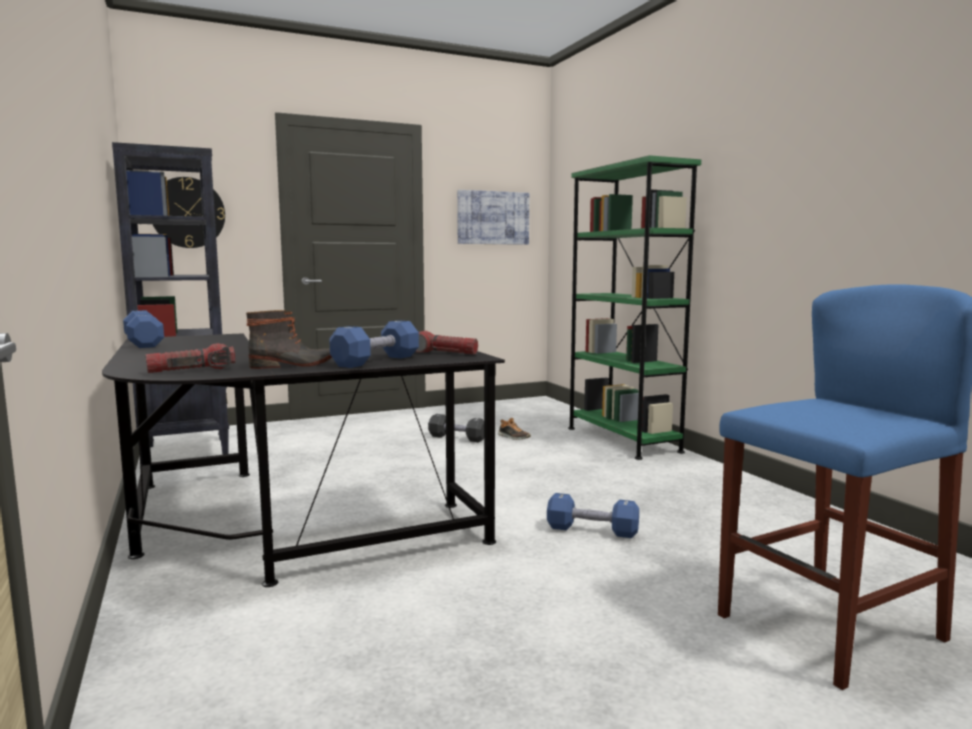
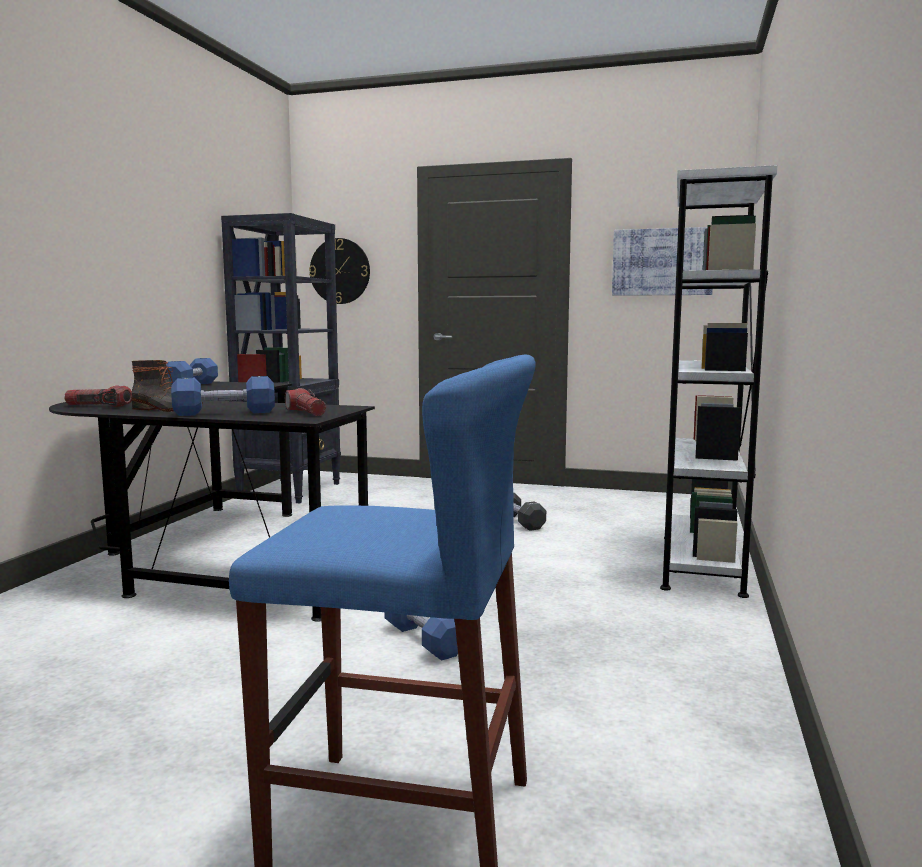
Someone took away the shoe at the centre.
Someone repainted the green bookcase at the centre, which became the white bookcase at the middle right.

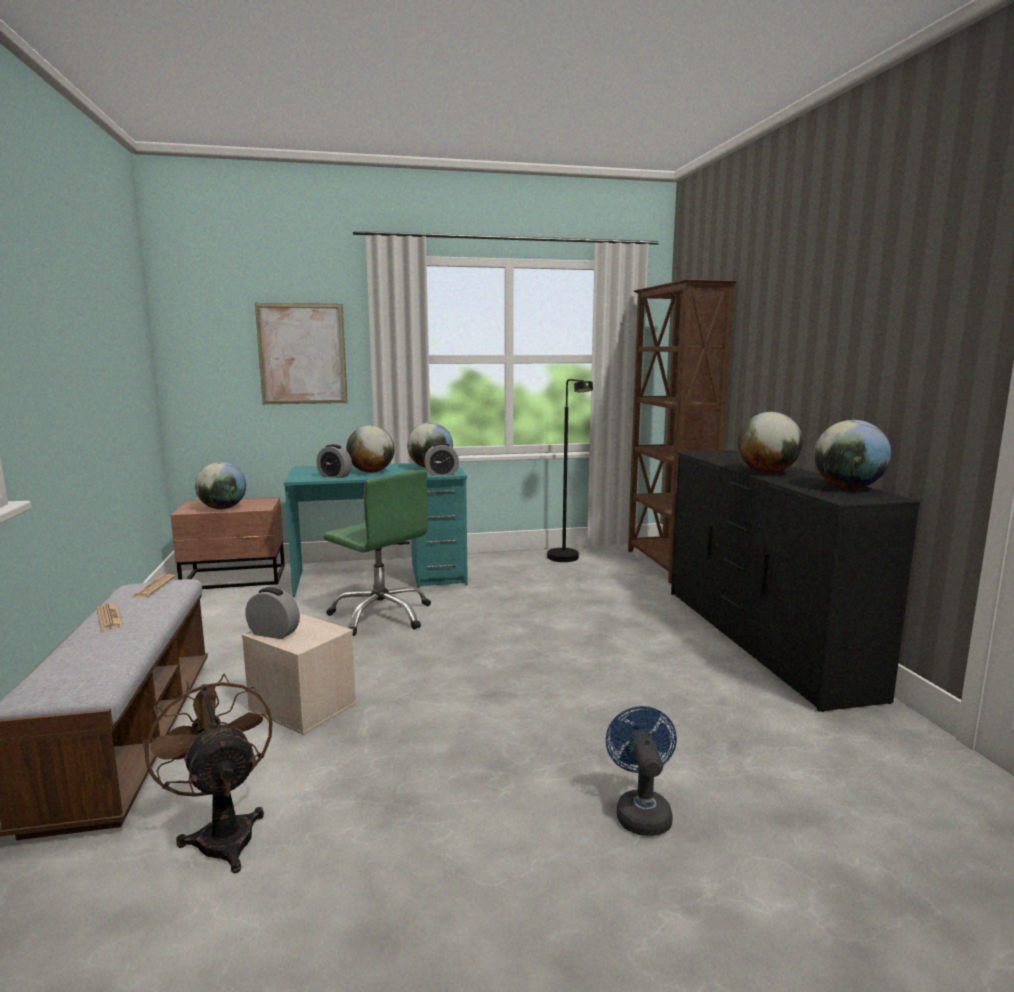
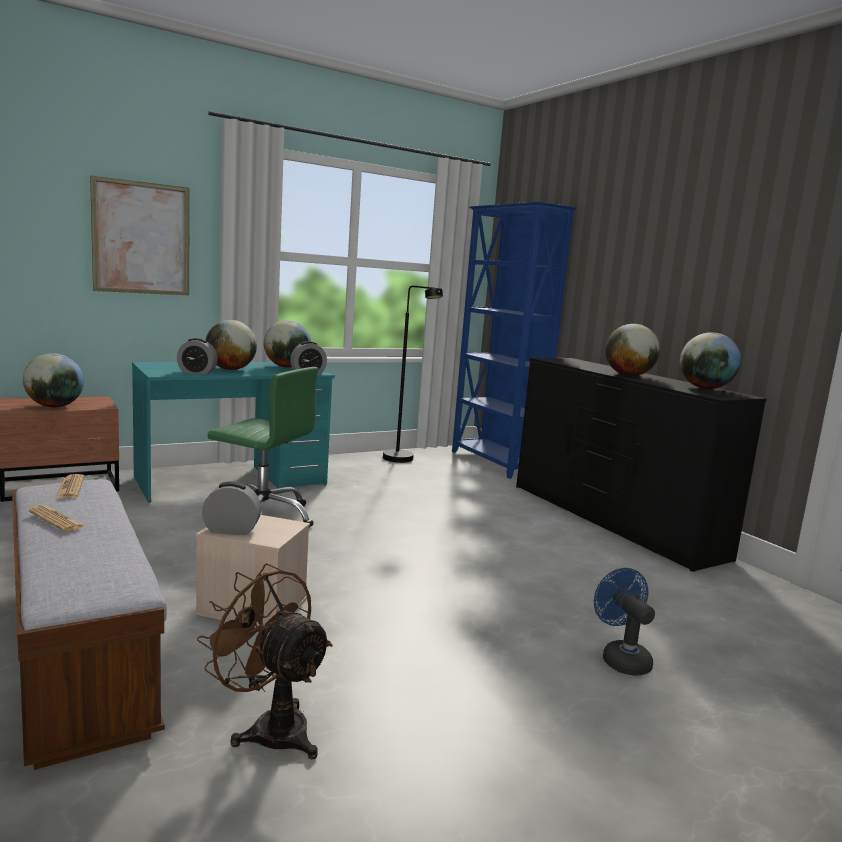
Someone repainted the brown bookcase at the middle right, which became the blue bookcase at the centre.

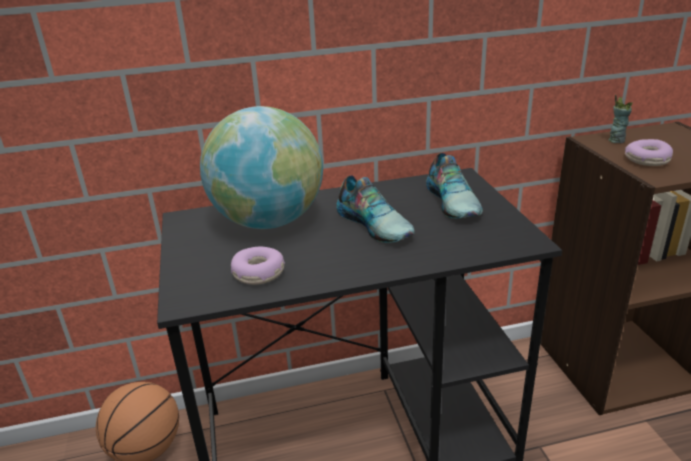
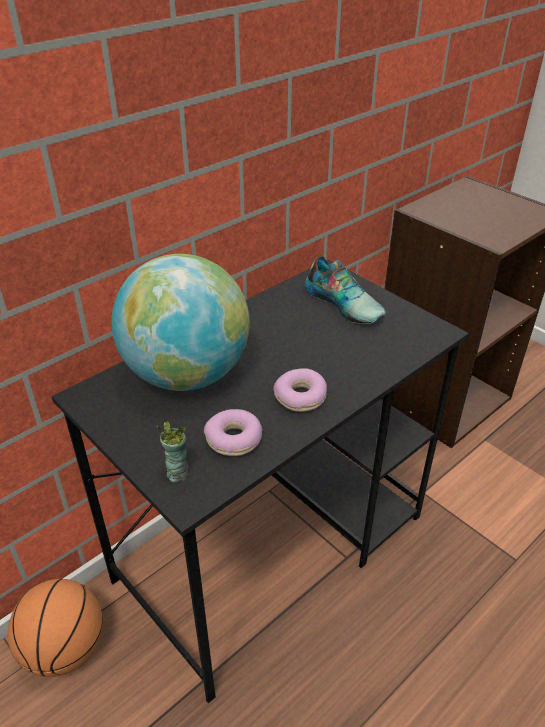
Someone took away the shoe (no. 1 from left) at the centre.
Someone carried the cup from the top right to the middle left.
Someone carried the donut (no. 2 from left) from the top right to the centre.

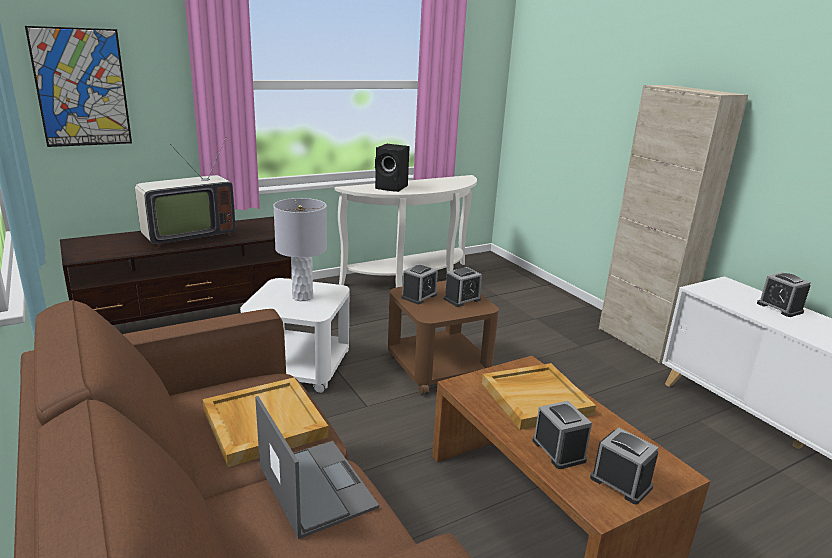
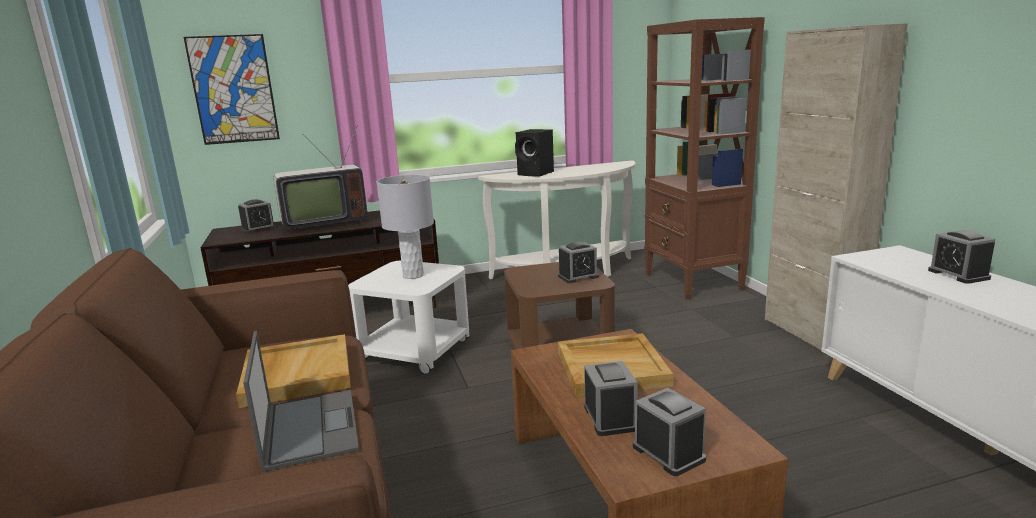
Someone put down the brown bookcase at the top right.
Someone carried the alarm clock (no. 1 from left) from the centre to the middle left.

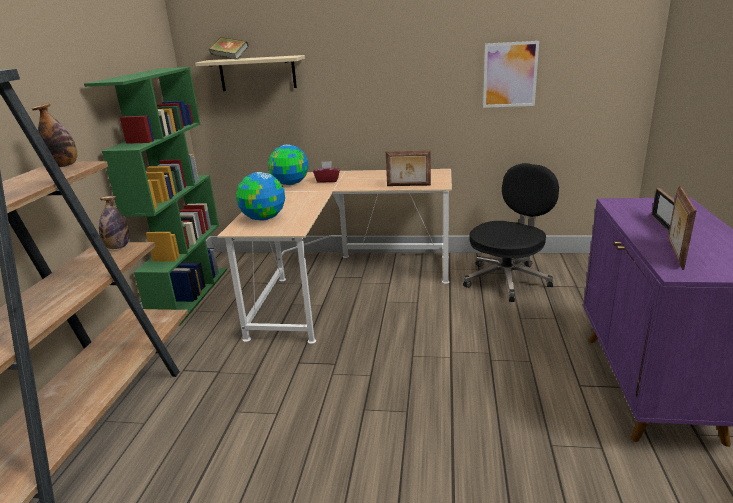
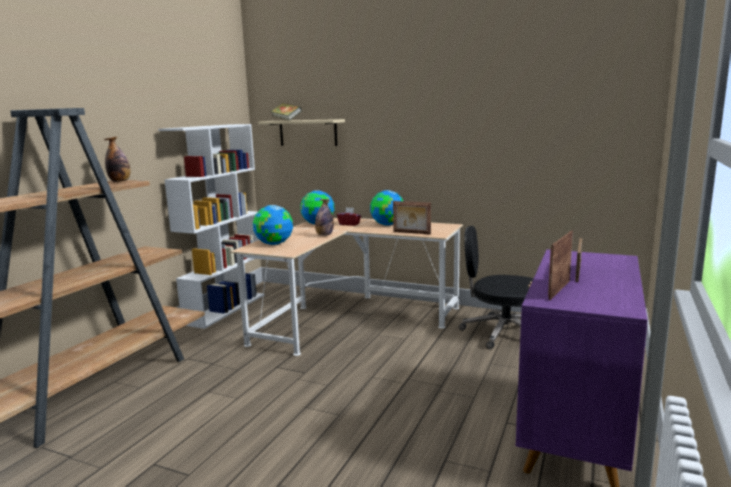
Someone took away the picture at the top right.
Someone put down the globe (no. 3 from left) at the centre.
Someone carried the bottle (no. 2 from left) from the middle left to the centre.
Someone repainted the green bookcase at the middle left, which became the white bookcase at the middle left.
Someone rotated the black office chair at the middle right by 135 degrees counterclockwise.

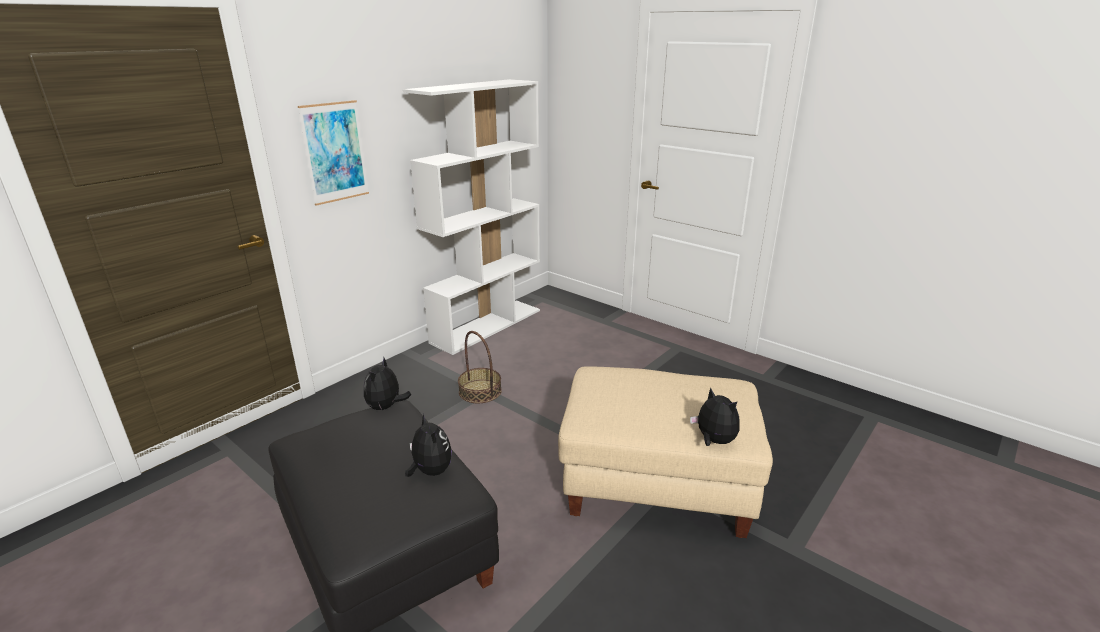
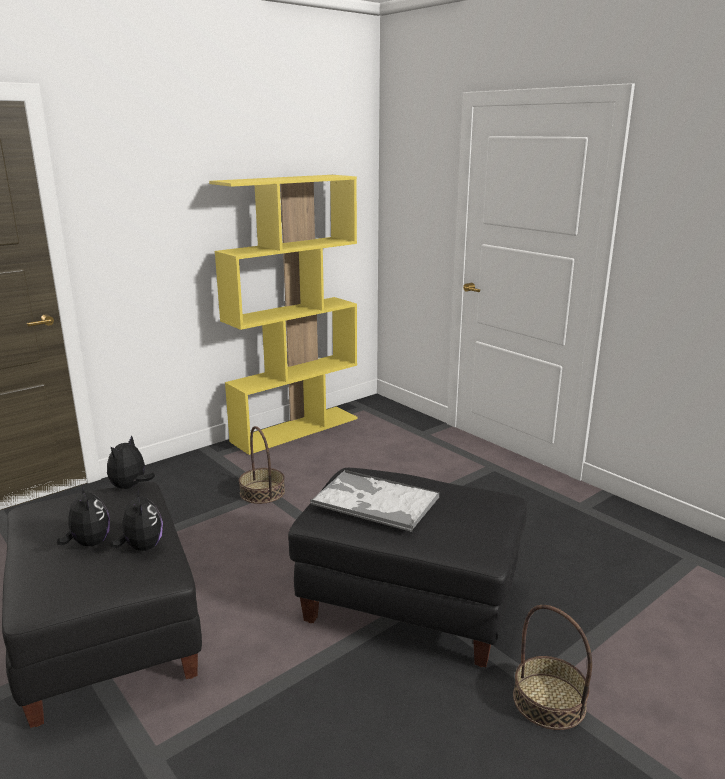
Someone took away the picture at the top left.
Someone put down the tray at the centre.
Someone put down the basket (no. 2 from left) at the bottom right.
Someone carried the plush toy (no. 3 from left in the first image) from the centre to the middle left.
Someone repainted the white bookcase at the centre, which became the yellow bookcase at the centre.
Someone repainted the beige ottoman at the bottom centre, which became the black ottoman (no. 2 from left) at the bottom centre.

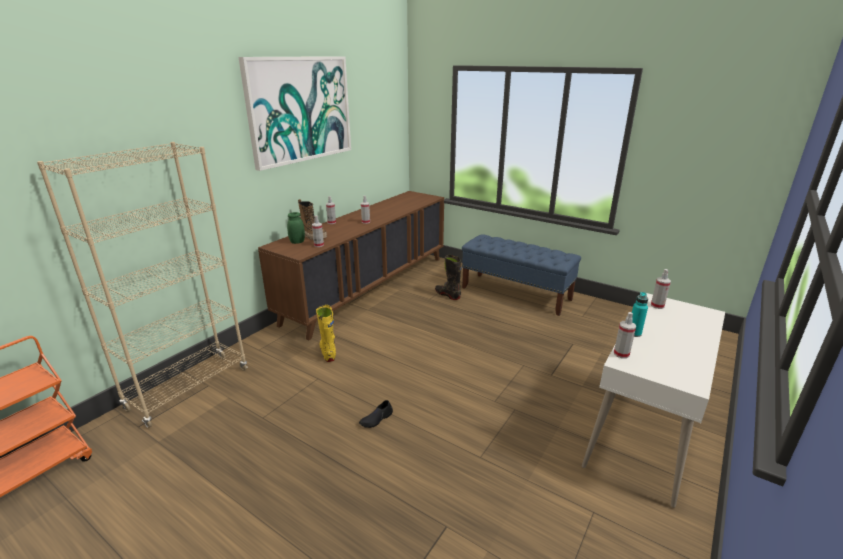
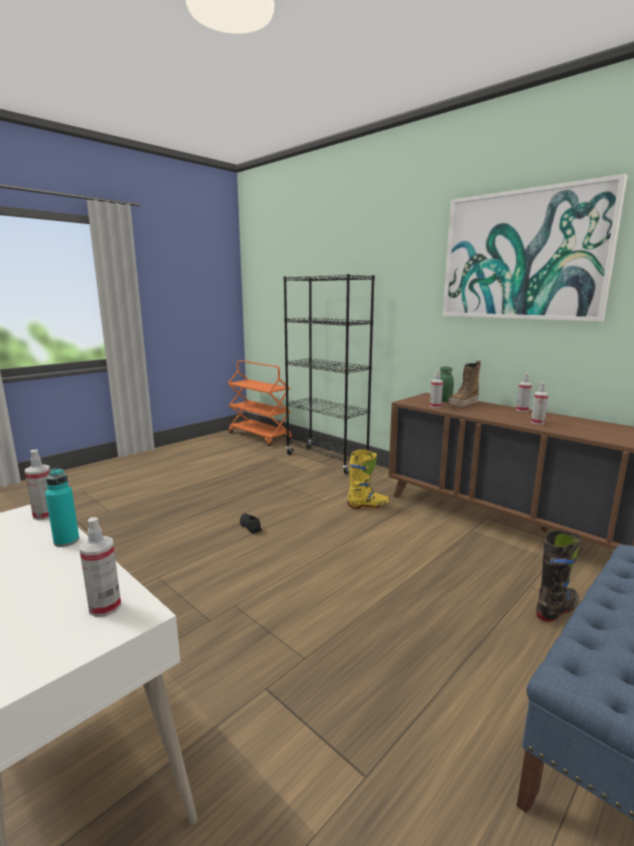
Someone repainted the beige bookcase at the middle left, which became the black bookcase at the centre.

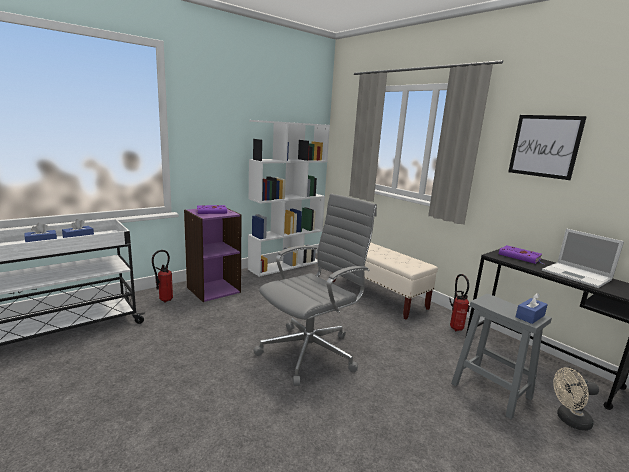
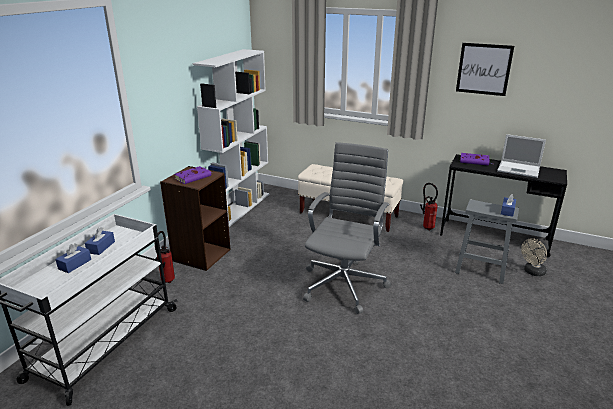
Someone repainted the purple bookcase at the centre, which became the brown bookcase at the middle left.

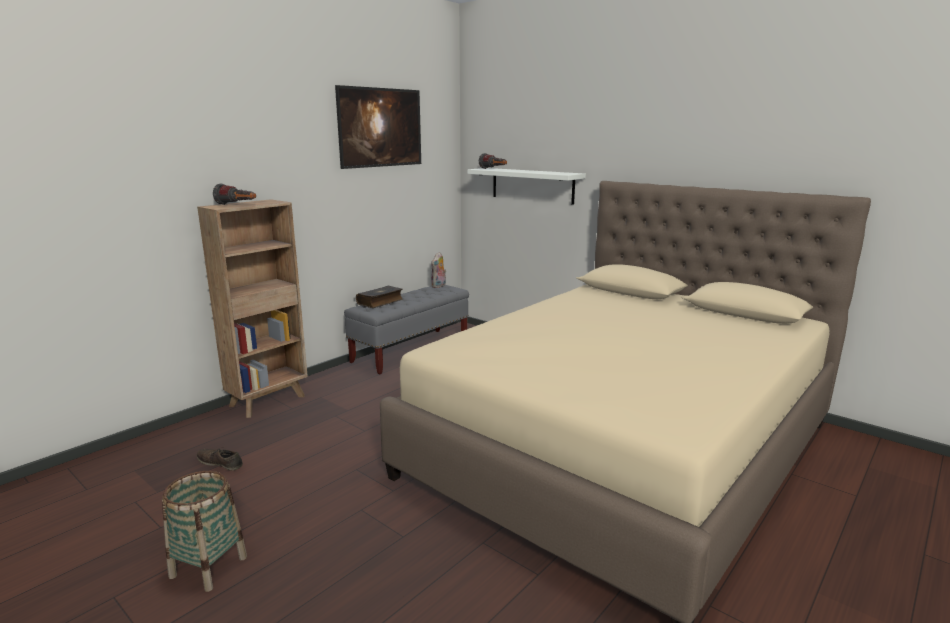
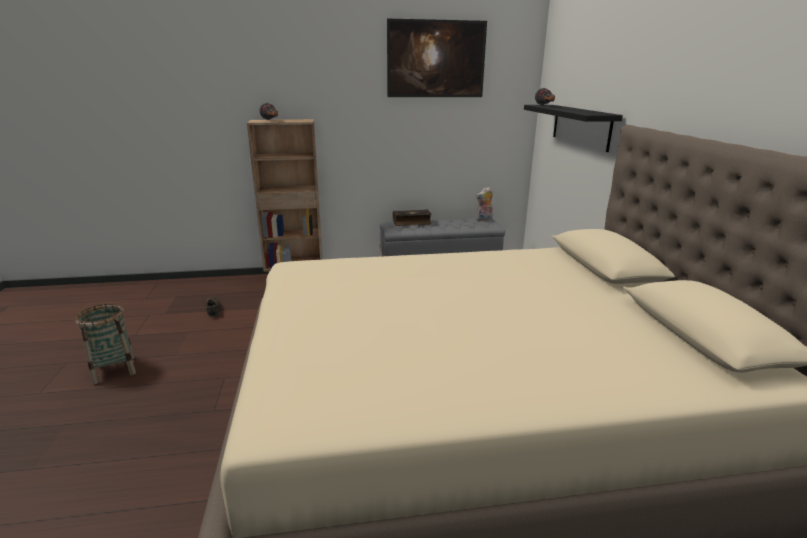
Someone repainted the white shelf at the top centre, which became the black shelf at the top right.

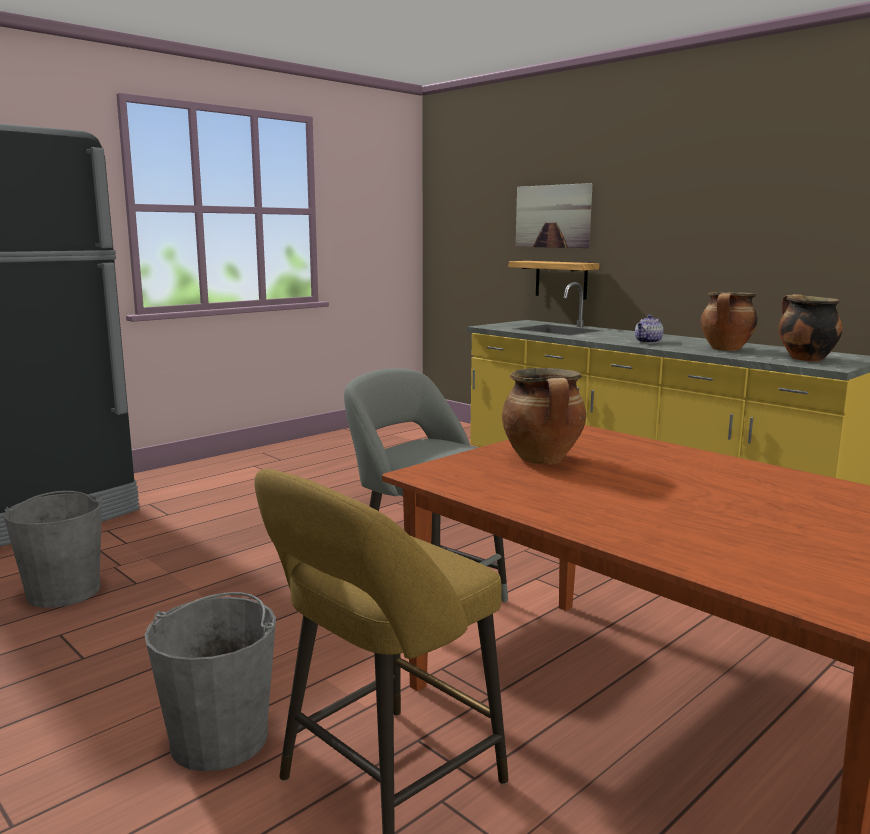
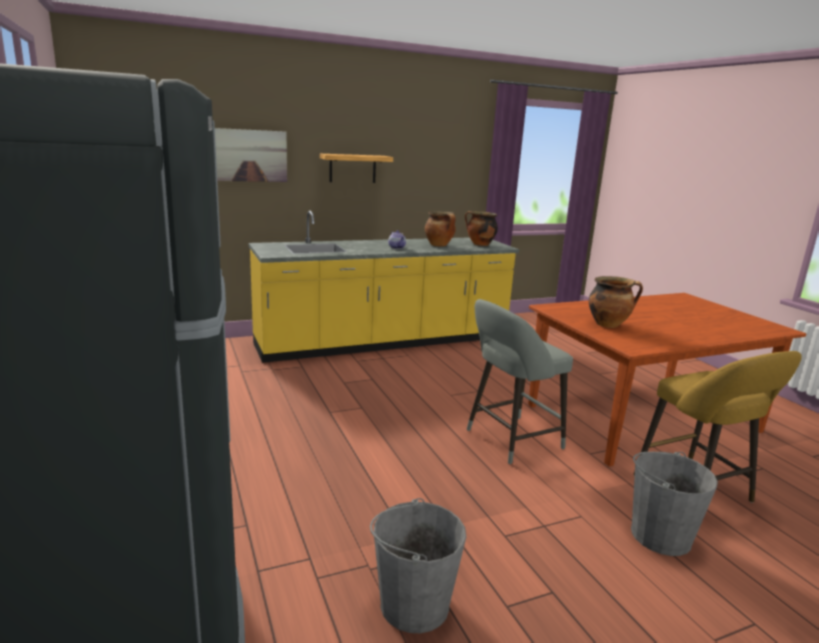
Someone carried the shelf from the centre to the top centre.

